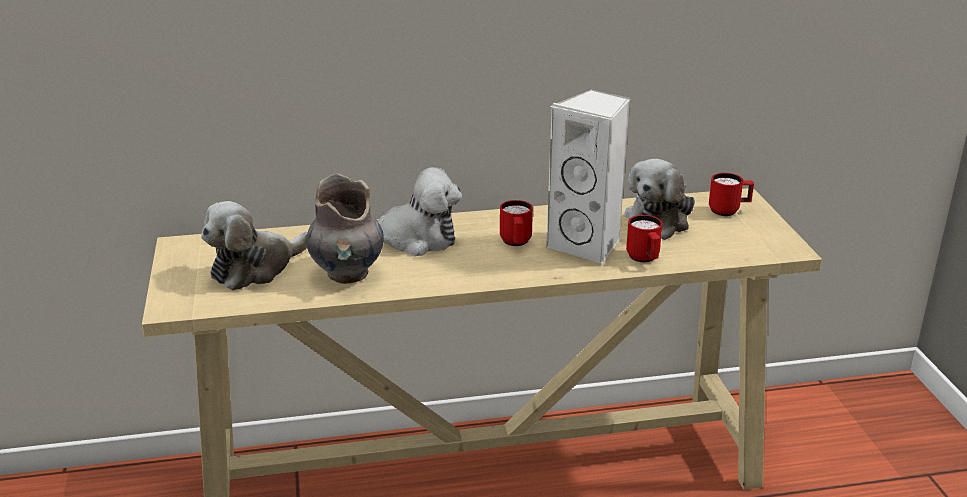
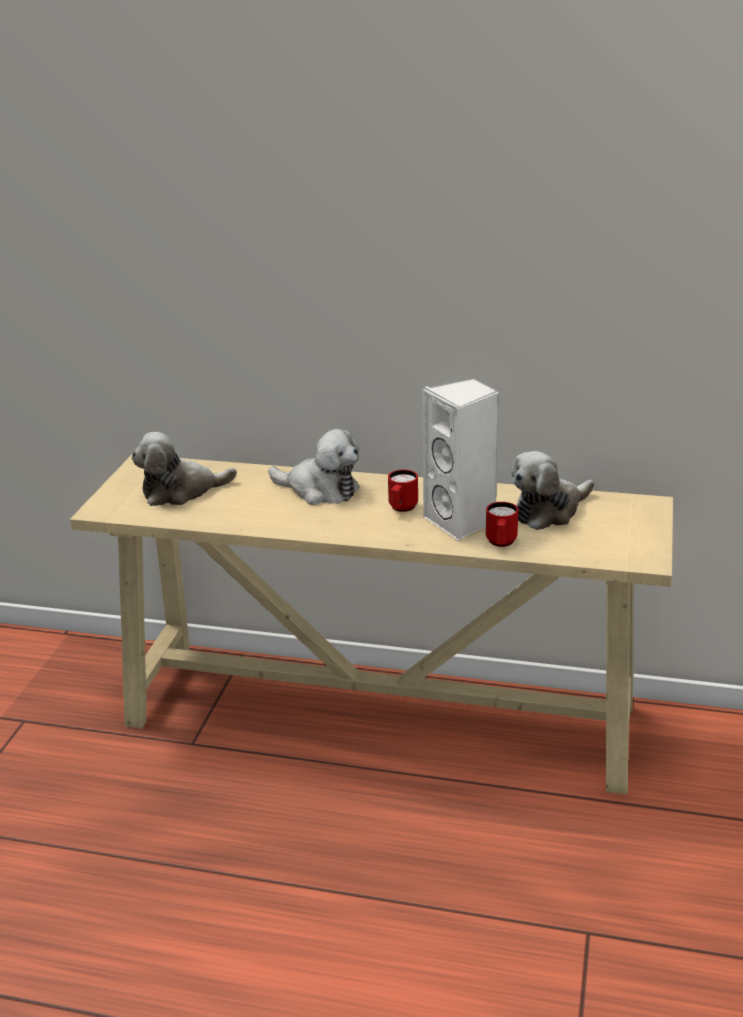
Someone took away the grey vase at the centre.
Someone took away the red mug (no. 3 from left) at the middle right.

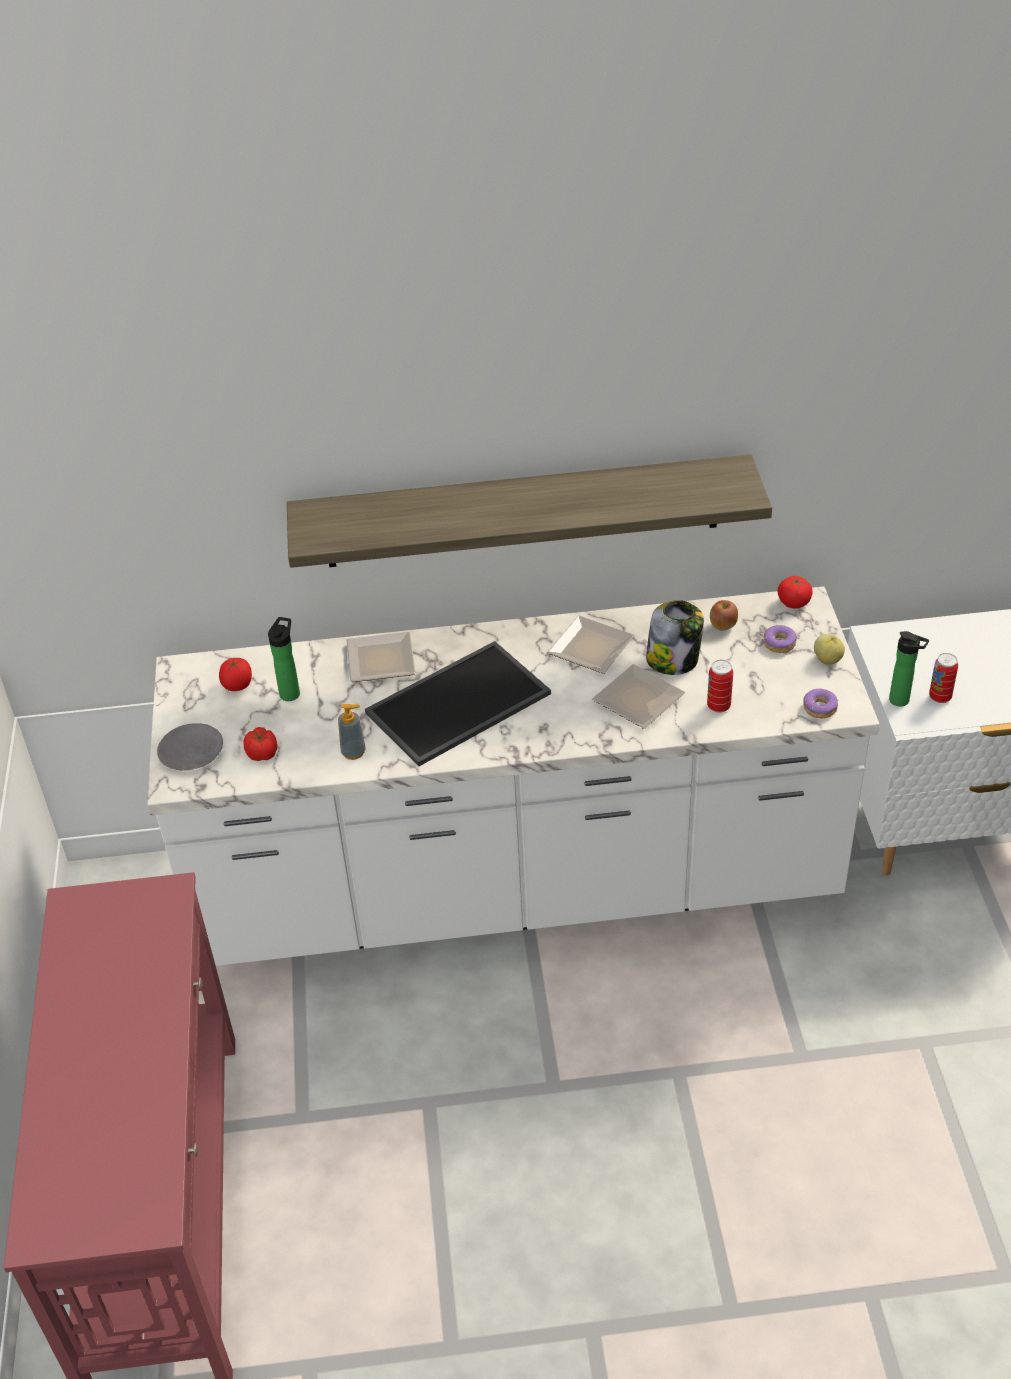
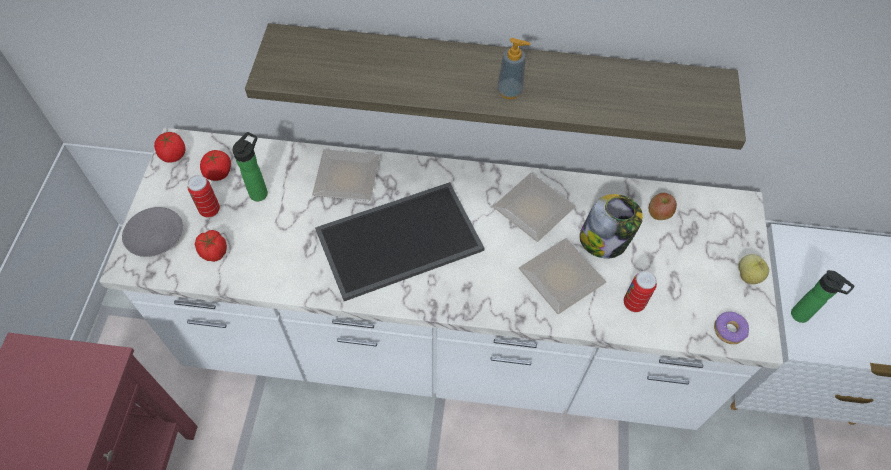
Someone took away the donut (no. 1 from left) at the middle right.
Someone carried the soap dispenser from the centre to the top centre.
Someone carried the tomato (no. 3 from left in the first image) from the middle right to the top left.
Someone carried the can (no. 2 from left in the first image) from the middle right to the middle left.

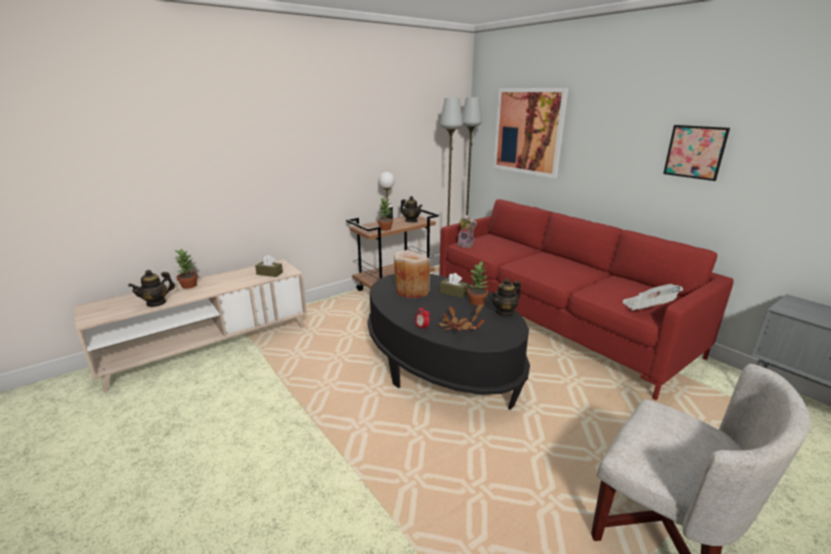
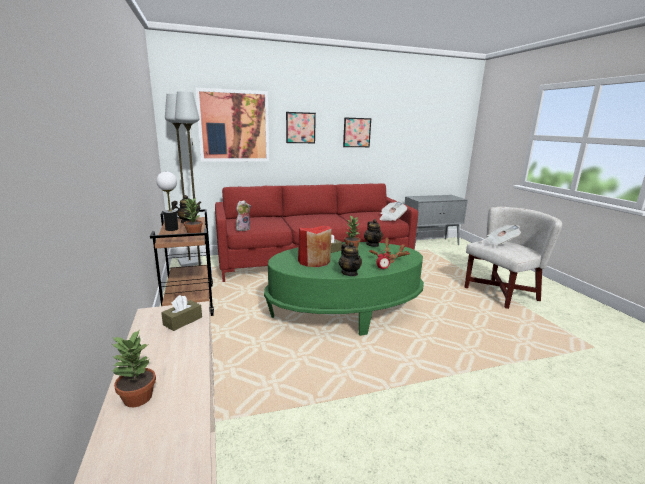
Someone put up the picture (no. 2 from left) at the top centre.
Someone put down the newspaper (no. 2 from left) at the middle right.
Someone carried the teapot (no. 1 from left in the first image) from the middle left to the centre.
Someone repainted the black coffee table at the centre, which became the green coffee table at the centre.
Someone repainted the beige vase at the centre, which became the red vase at the centre.

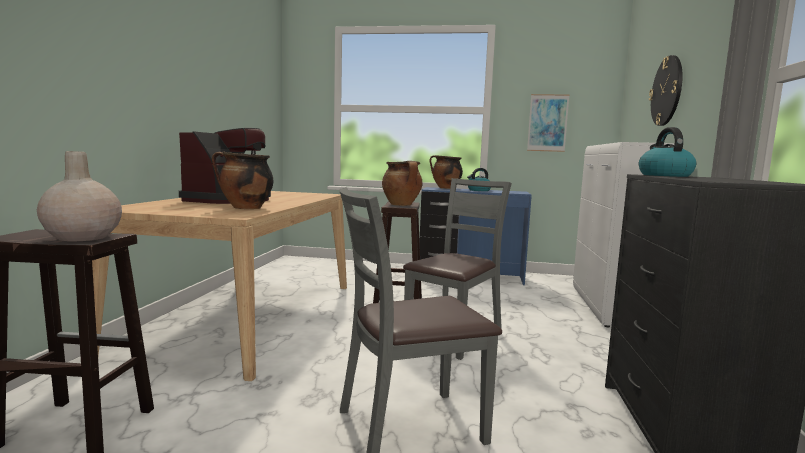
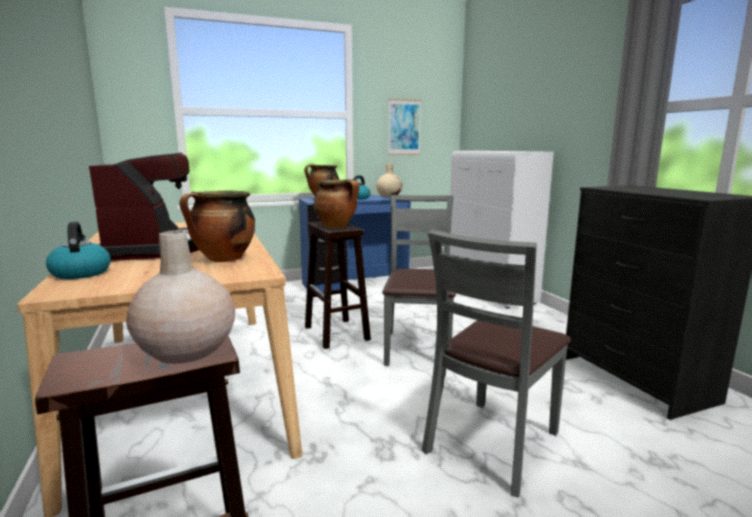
Someone took away the wall clock at the top right.
Someone put down the beige vase (no. 2 from left) at the centre.
Someone carried the kettle (no. 2 from left in the first image) from the middle right to the middle left.

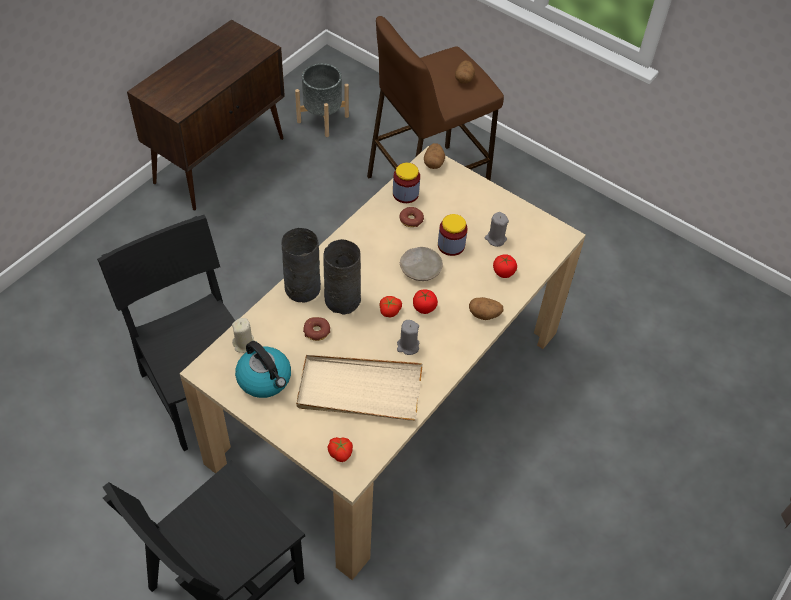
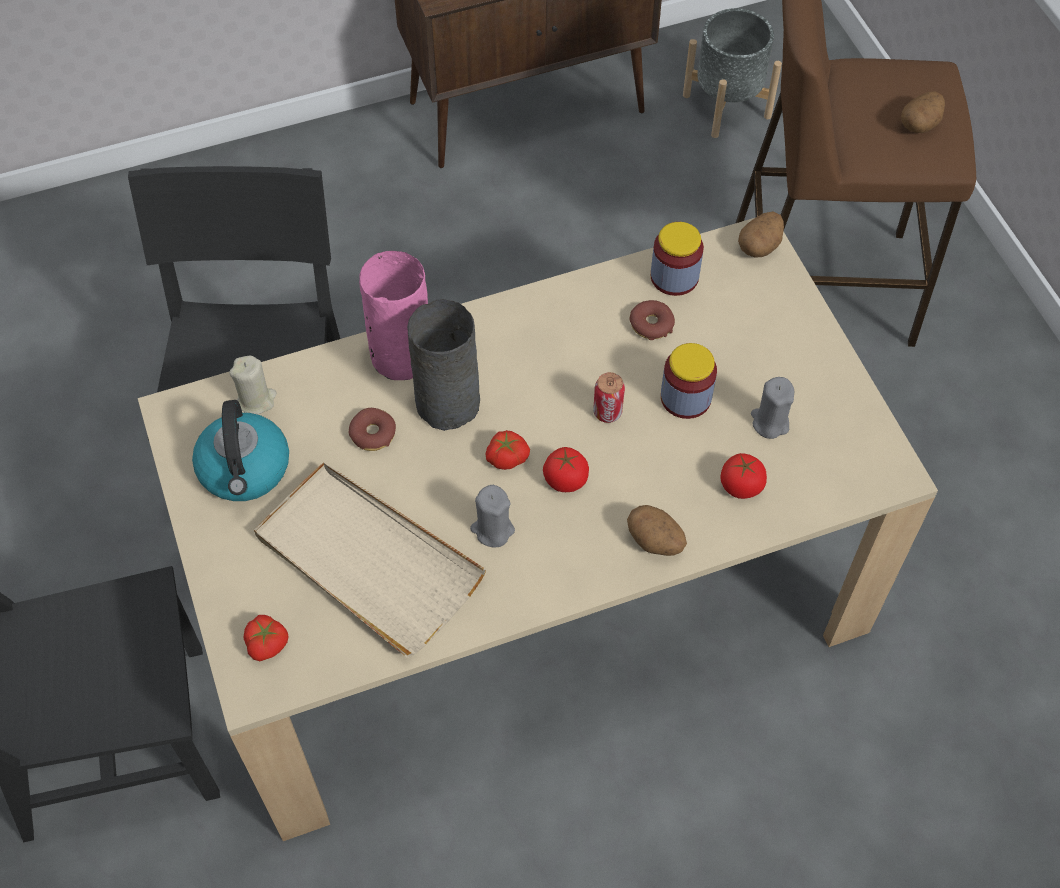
Someone swapped the beige plate at the centre for the can at the centre.
Someone repainted the grey vase (no. 1 from left) at the centre, which became the pink vase at the centre.

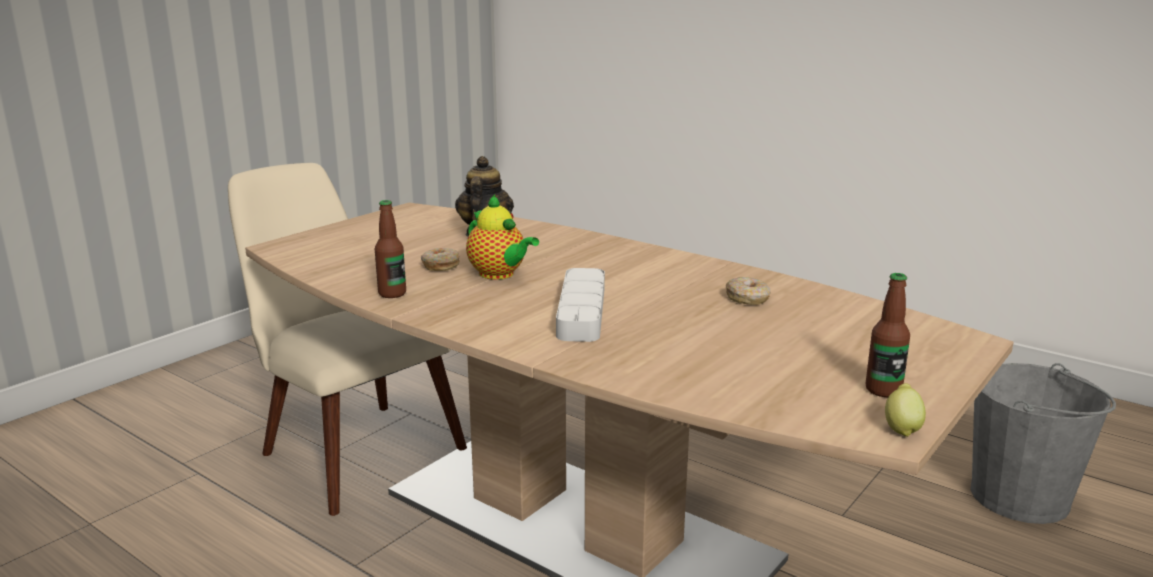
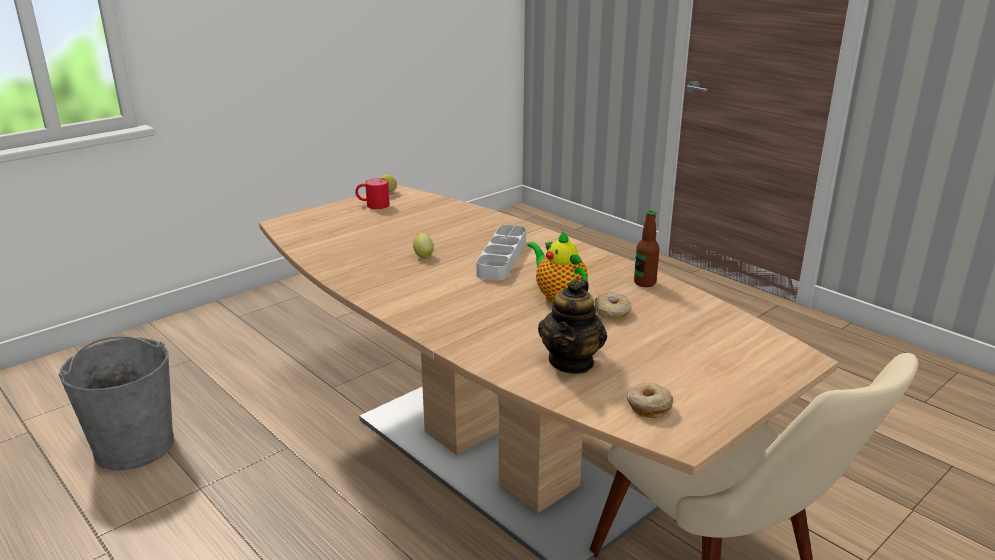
Someone put down the lemon (no. 2 from left) at the centre.
Someone carried the donut (no. 2 from left) from the centre to the bottom centre.
Someone swapped the bottle (no. 2 from left) at the middle right for the red mug at the centre.

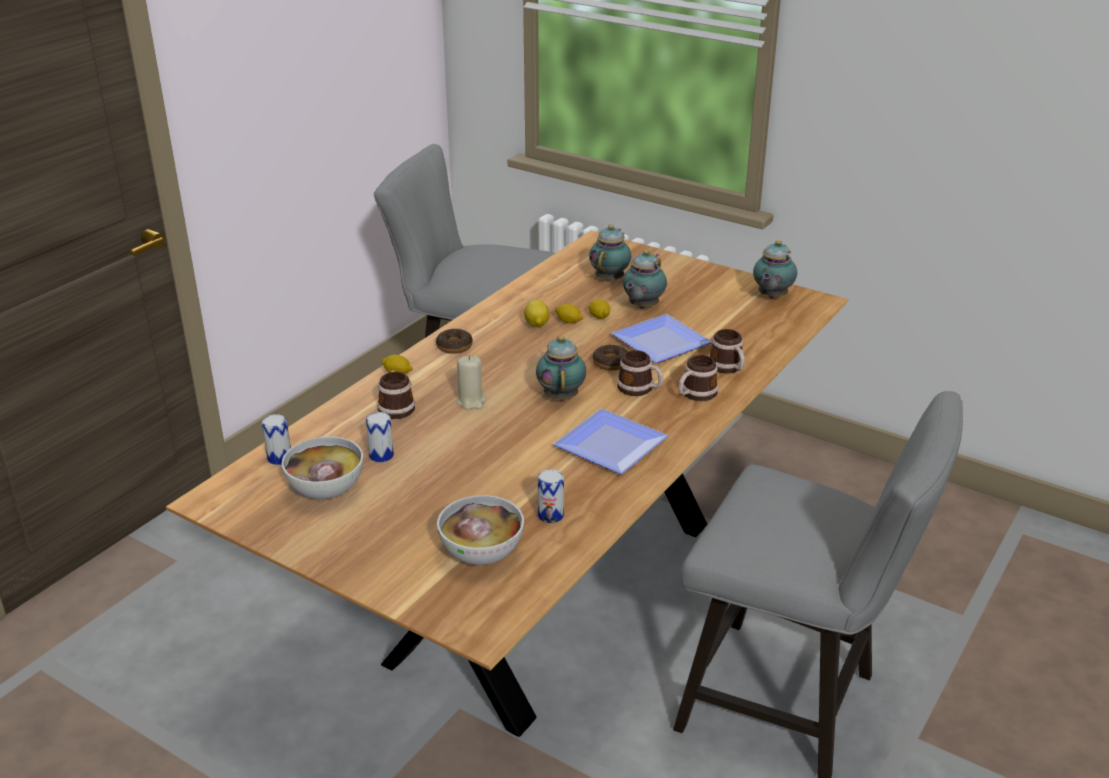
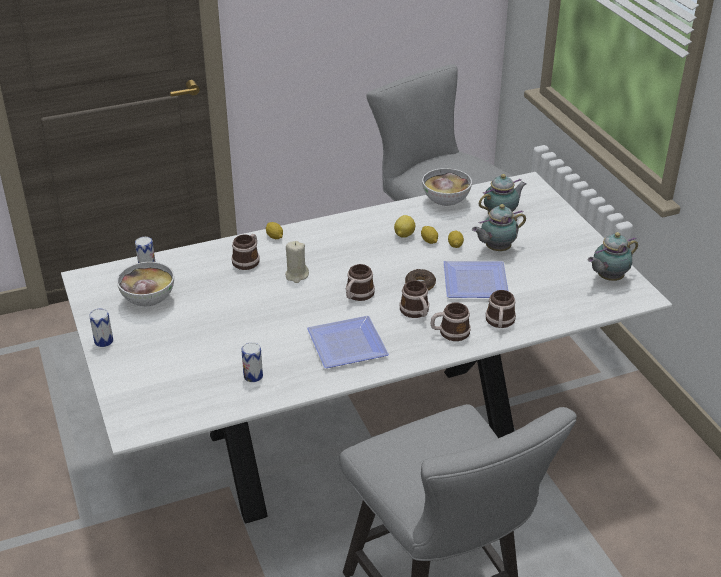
Someone took away the donut (no. 1 from left) at the centre.
Someone carried the can (no. 2 from left in the first image) from the centre to the middle left.
Someone carried the bowl (no. 2 from left) from the bottom centre to the top centre.
Someone swapped the teapot (no. 1 from left) at the centre for the mug (no. 2 from left) at the centre.
Someone repainted the brown dining table at the centre, which became the white dining table at the centre.

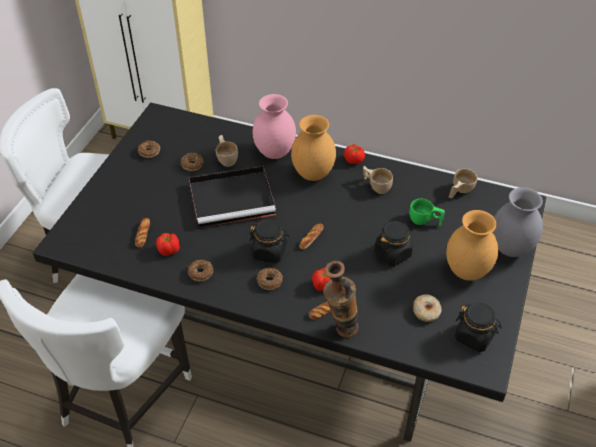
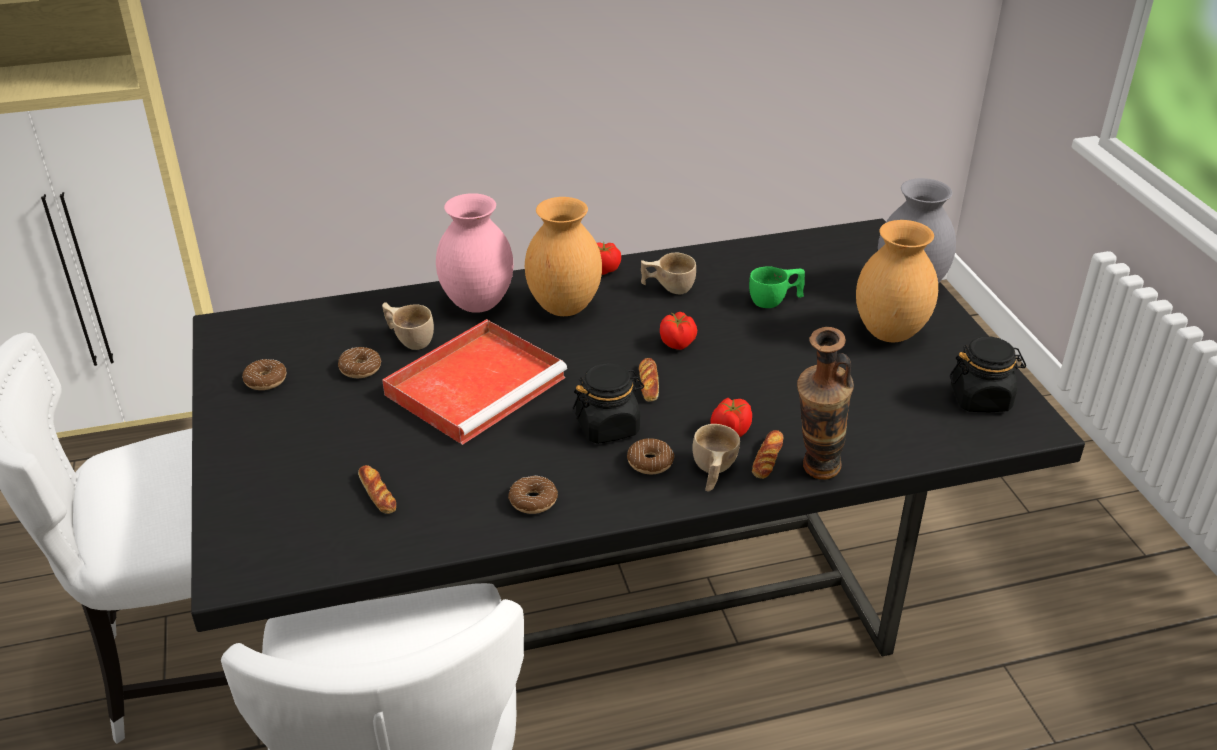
Someone took away the black jar (no. 2 from left) at the centre.
Someone took away the donut (no. 5 from left) at the bottom right.
Someone carried the tomato (no. 1 from left in the first image) from the middle left to the centre.
Someone carried the beige cup (no. 3 from left) from the middle right to the centre.
Someone repainted the black tray at the centre, which became the red tray at the centre.

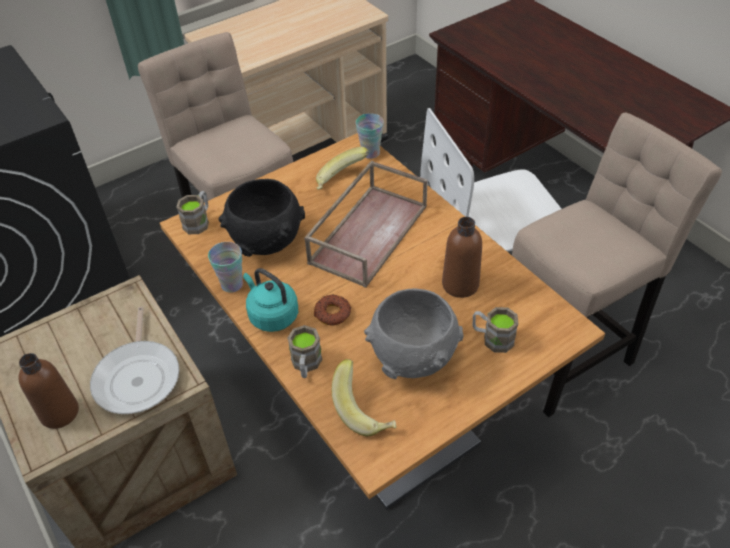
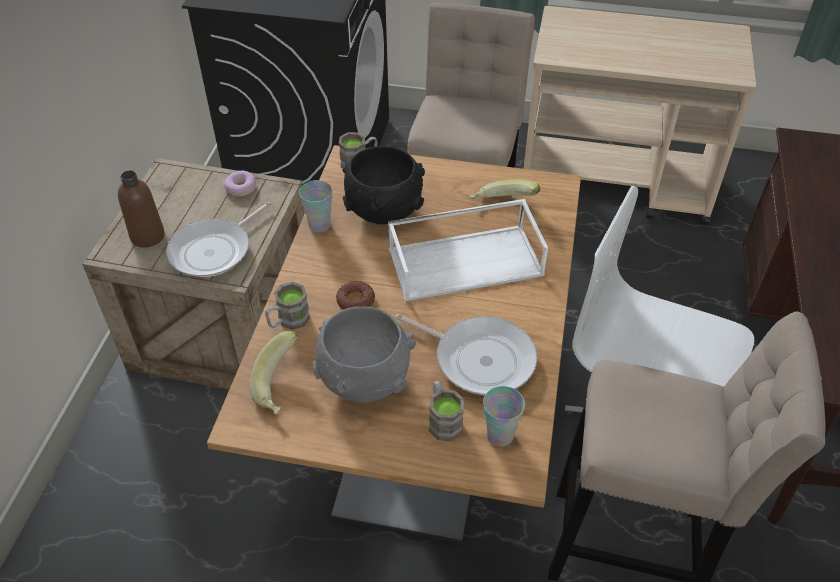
Someone took away the turquoise kettle at the centre.
Someone put down the donut (no. 1 from left) at the top left.
Someone carried the cup (no. 2 from left) from the top centre to the bottom centre.
Someone swapped the brown bottle (no. 2 from left) at the centre for the frying pan (no. 2 from left) at the centre.
Someone repainted the brown tray at the centre, which became the white tray at the centre.

